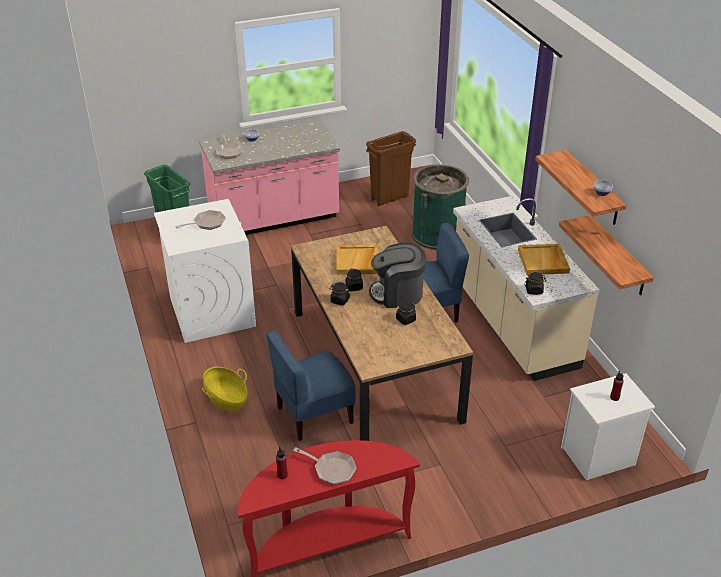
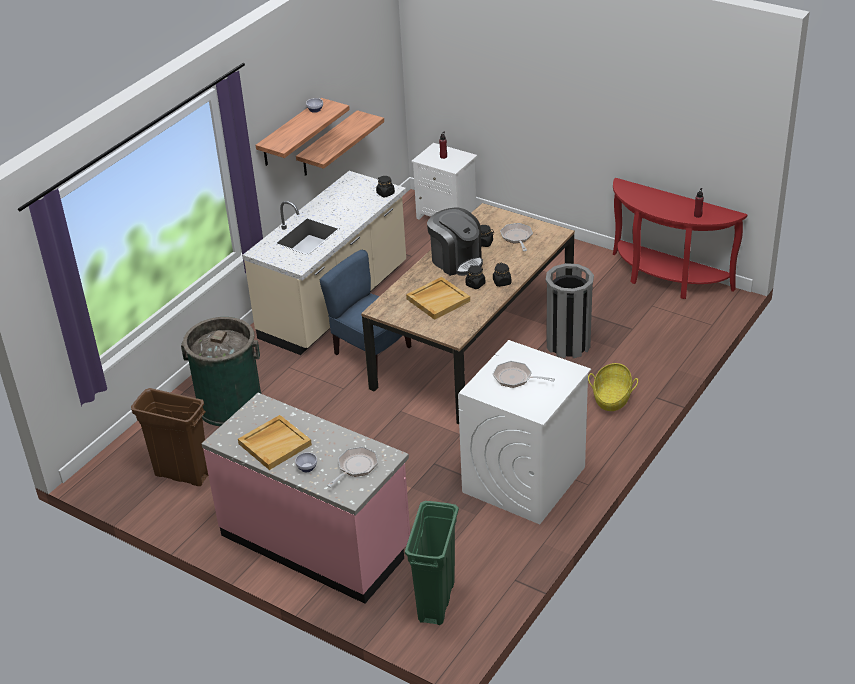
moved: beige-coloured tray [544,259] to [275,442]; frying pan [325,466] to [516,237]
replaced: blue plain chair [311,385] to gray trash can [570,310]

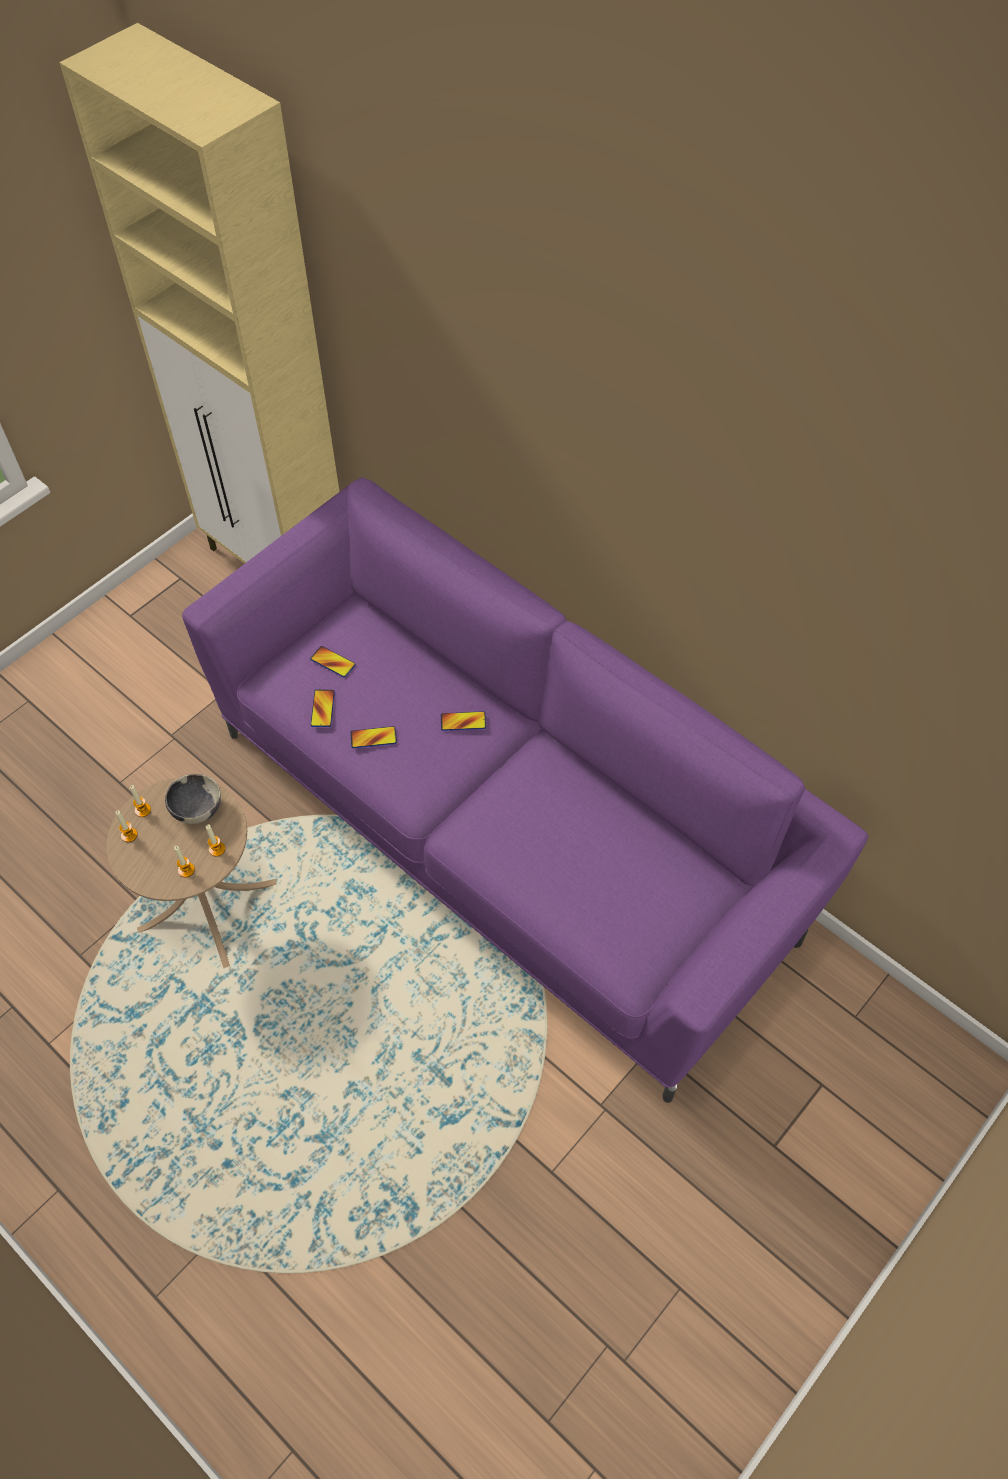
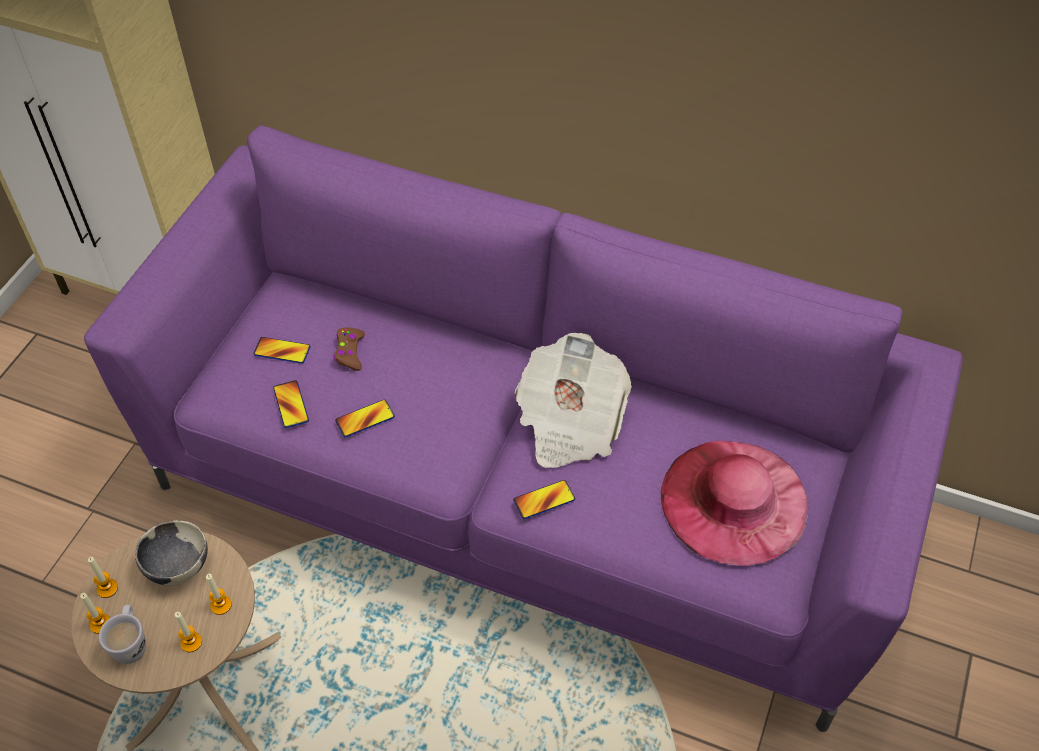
added: whitish mug [122,634]; brownish gamepad [349,349]; newspaper [573,400]; pinkish wearable hat [735,503]
moved: phone [463,721] to [544,499]

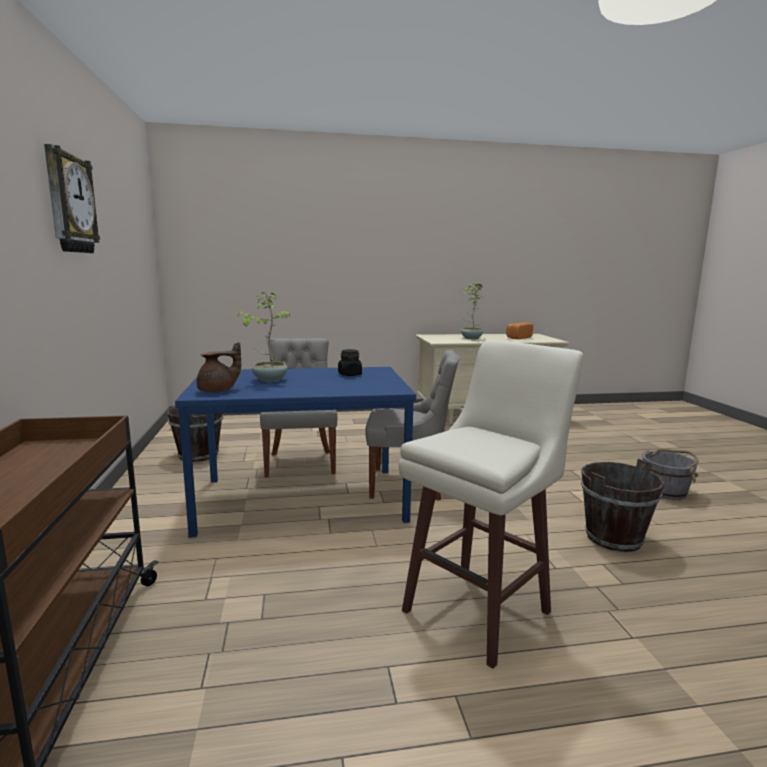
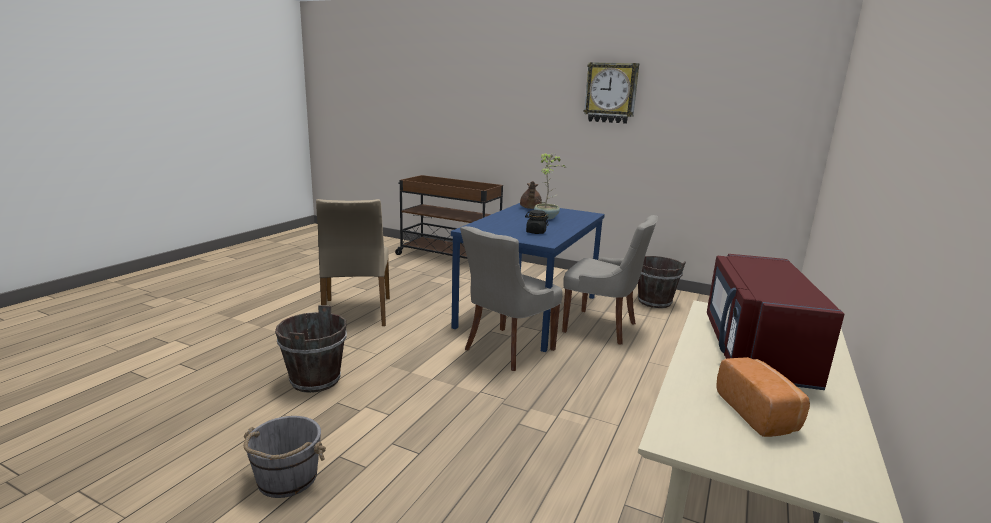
replaced: beige-coloured sitting stool [491,504] to beige-coloured plain chair [353,262]; plant in a pot [472,311] to red-coloured microwave oven [776,322]

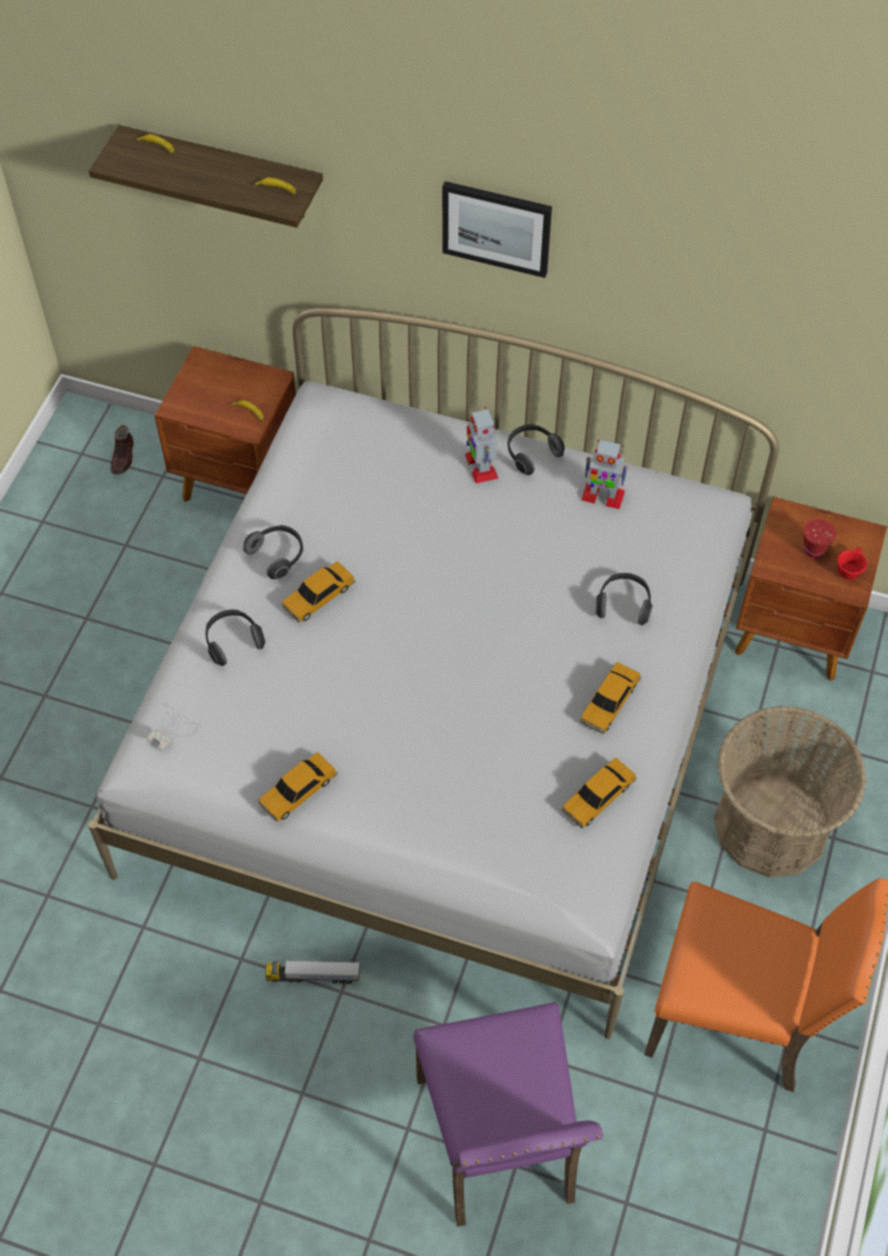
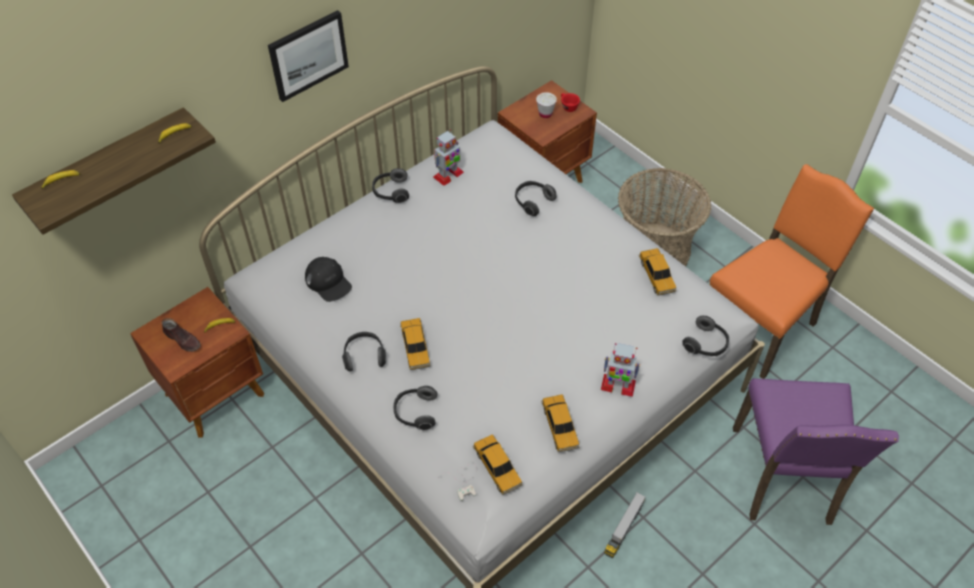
added: black-coloured baseball cap [328,279]; headset [705,336]
moved: brownish low shoe [122,449] to [181,335]; toy car [610,698] to [498,465]; toy robot [481,445] to [620,370]
recoloured: red-coloured small cup [820,538] to whitish small cup [546,105]
turned: purplish plain chair [508,1114] = [816,451] 75 degrees clockwise

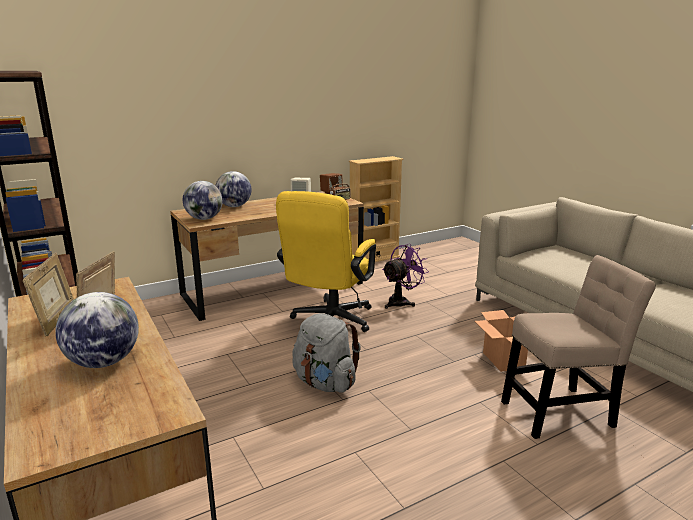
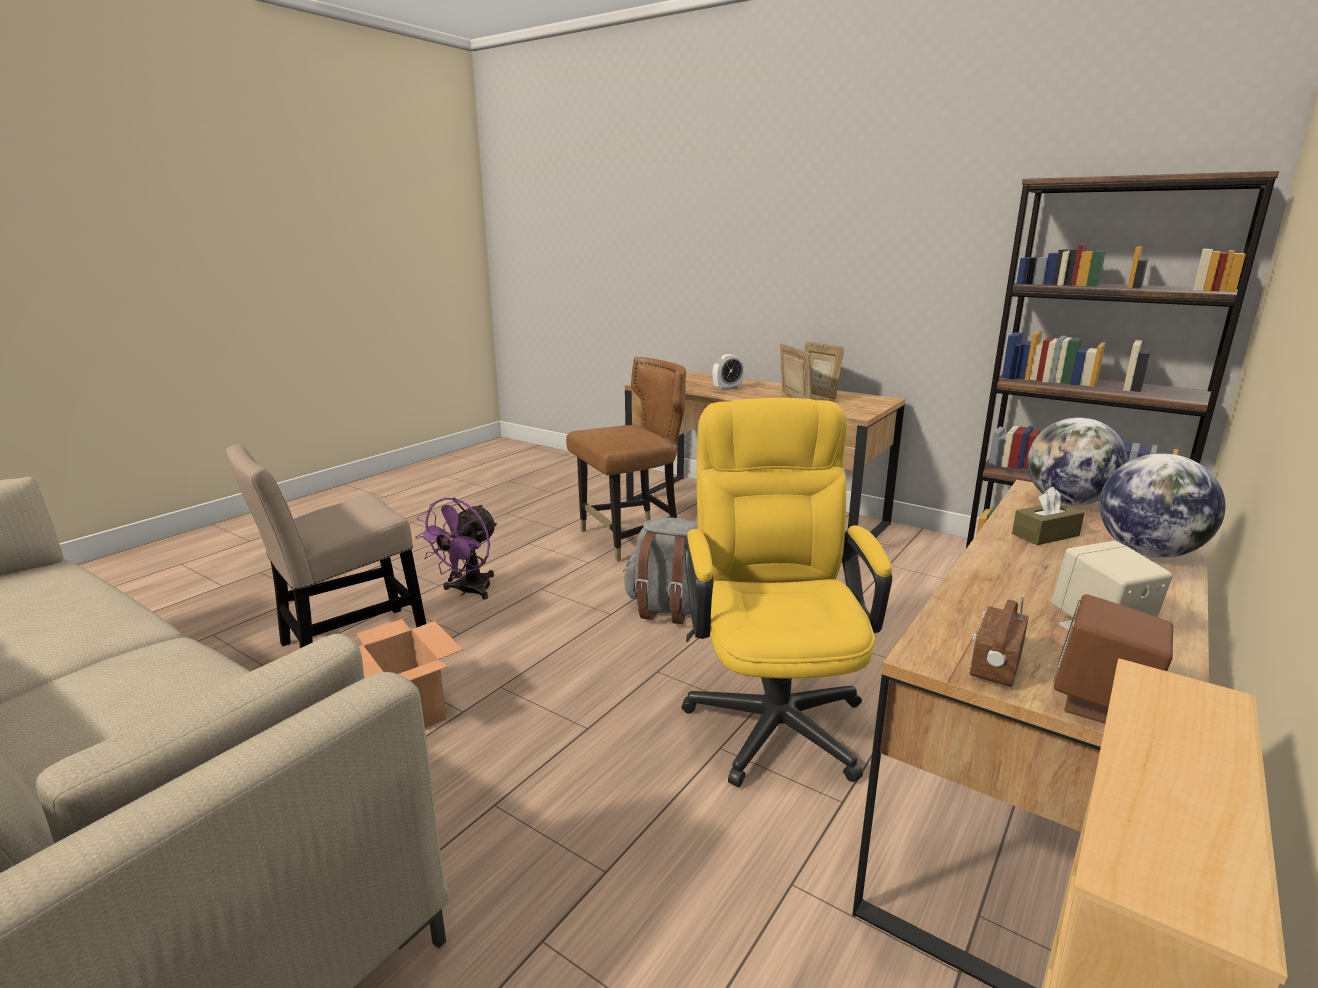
added: brownish plain chair [626,459]; brownish tissue holder [1048,516]
moved: purplish fan [405,276] to [456,549]
replaced: desk globe [97,330] to table clock [728,372]

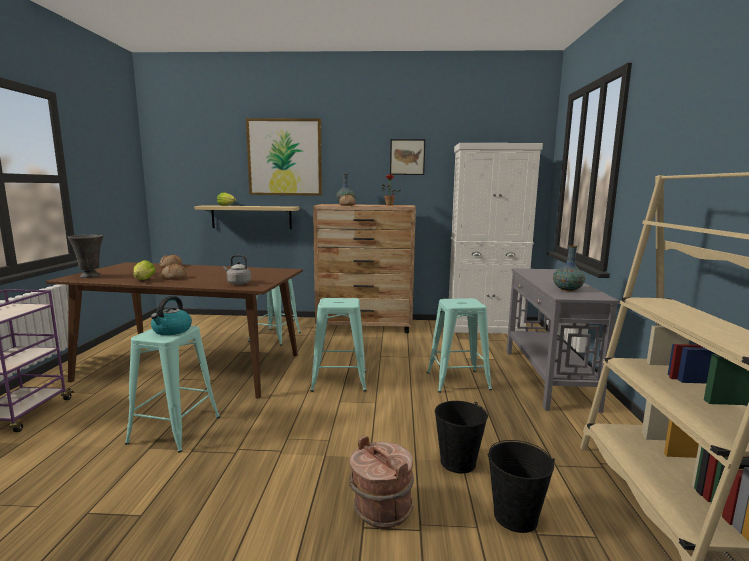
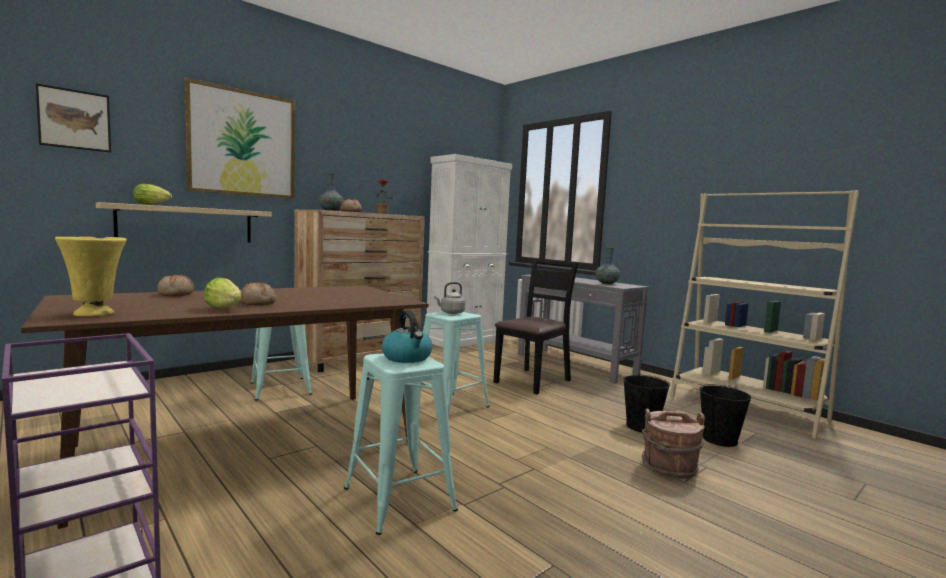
moved: picture [407,157] to [73,118]; gray tea kettle [237,270] to [450,298]
replaced: turquoise-coloured sitting stool [459,345] to black-coloured plain chair [536,326]
recoloured: gray vase [85,256] to yellow vase [91,277]

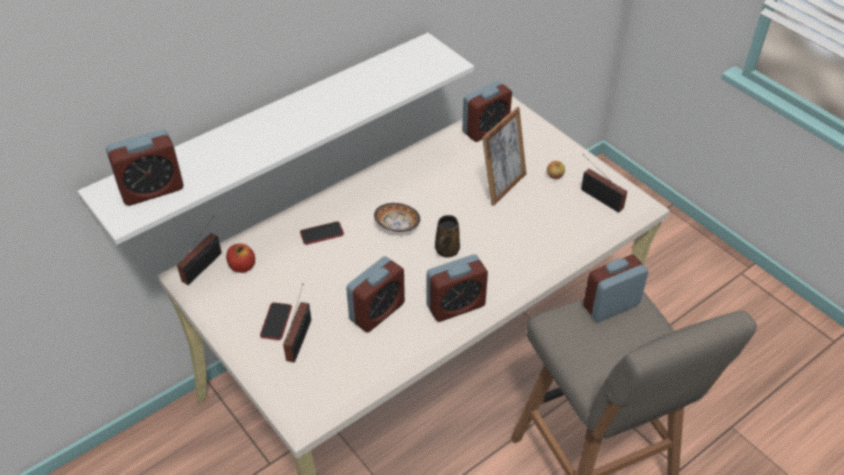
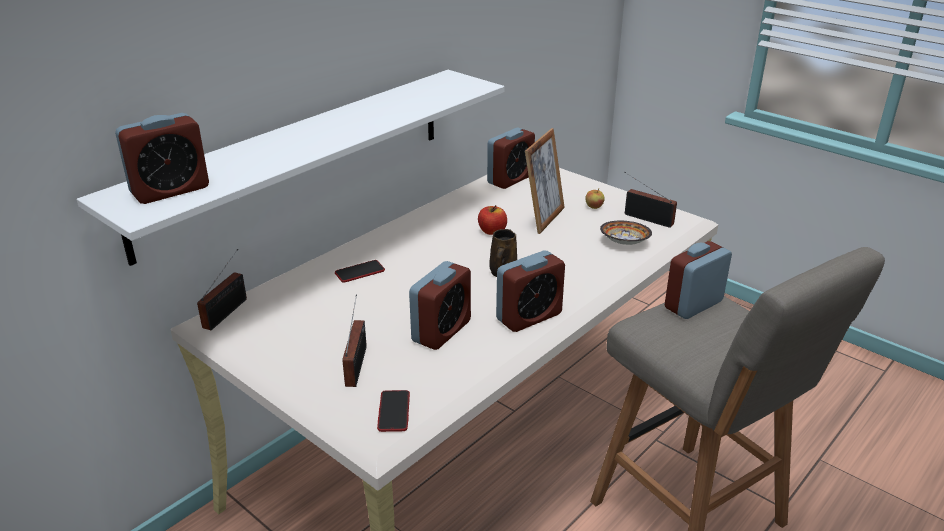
moved: phone [276,321] to [393,411]; apple fruit [240,258] to [492,220]; deep dish [397,217] to [626,233]

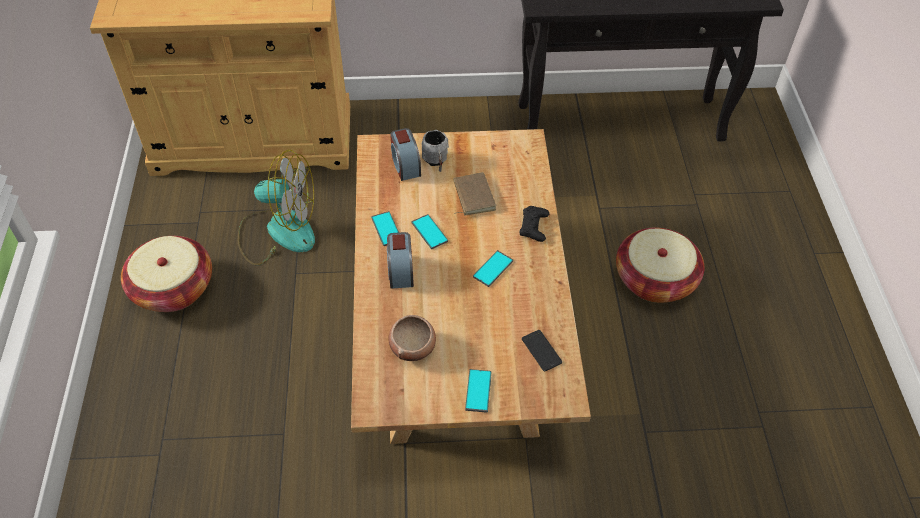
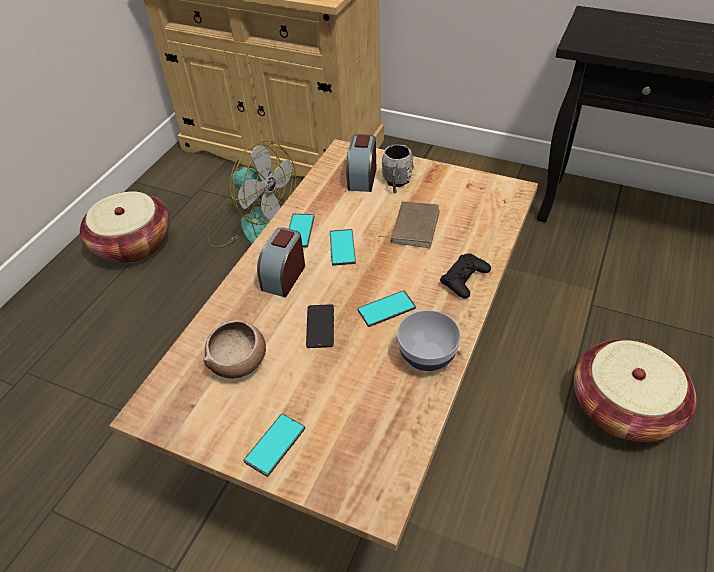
added: deep dish [429,340]
moved: phone [542,350] to [320,326]

